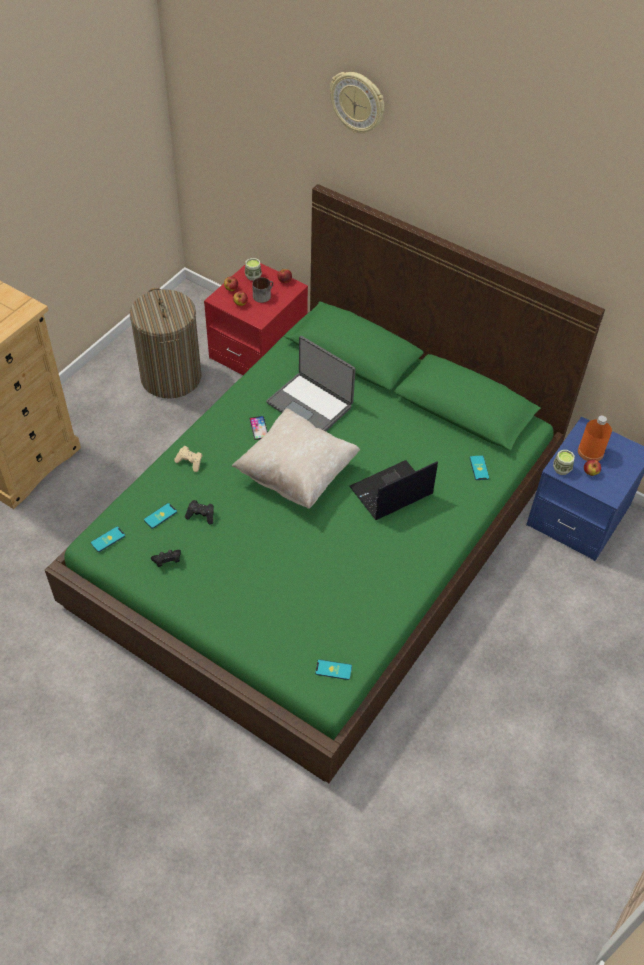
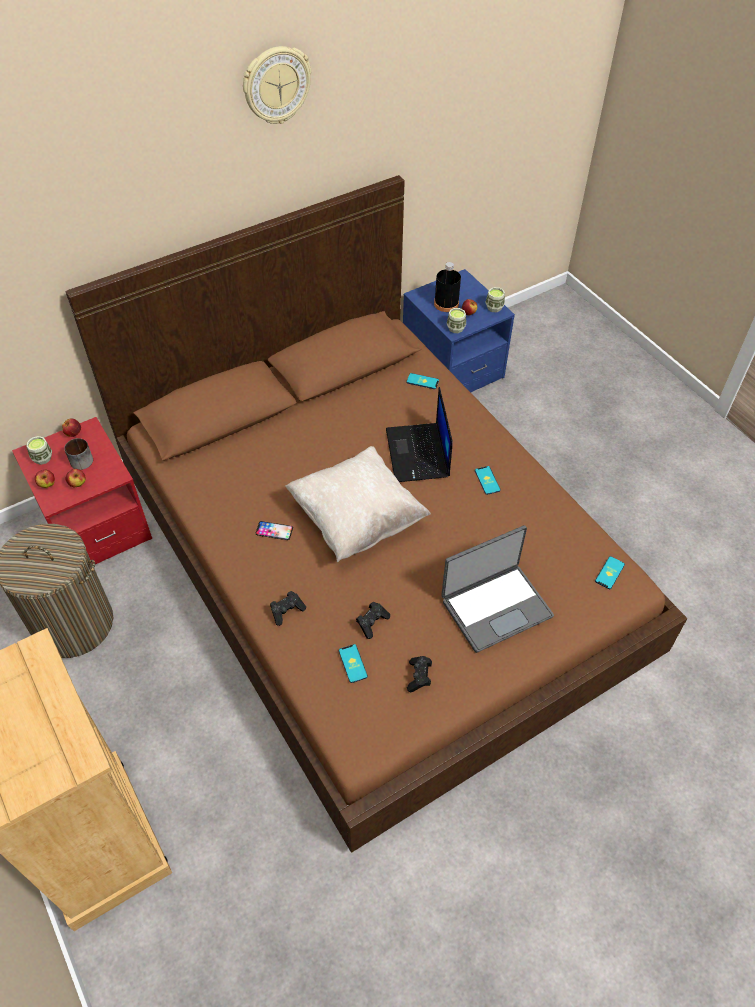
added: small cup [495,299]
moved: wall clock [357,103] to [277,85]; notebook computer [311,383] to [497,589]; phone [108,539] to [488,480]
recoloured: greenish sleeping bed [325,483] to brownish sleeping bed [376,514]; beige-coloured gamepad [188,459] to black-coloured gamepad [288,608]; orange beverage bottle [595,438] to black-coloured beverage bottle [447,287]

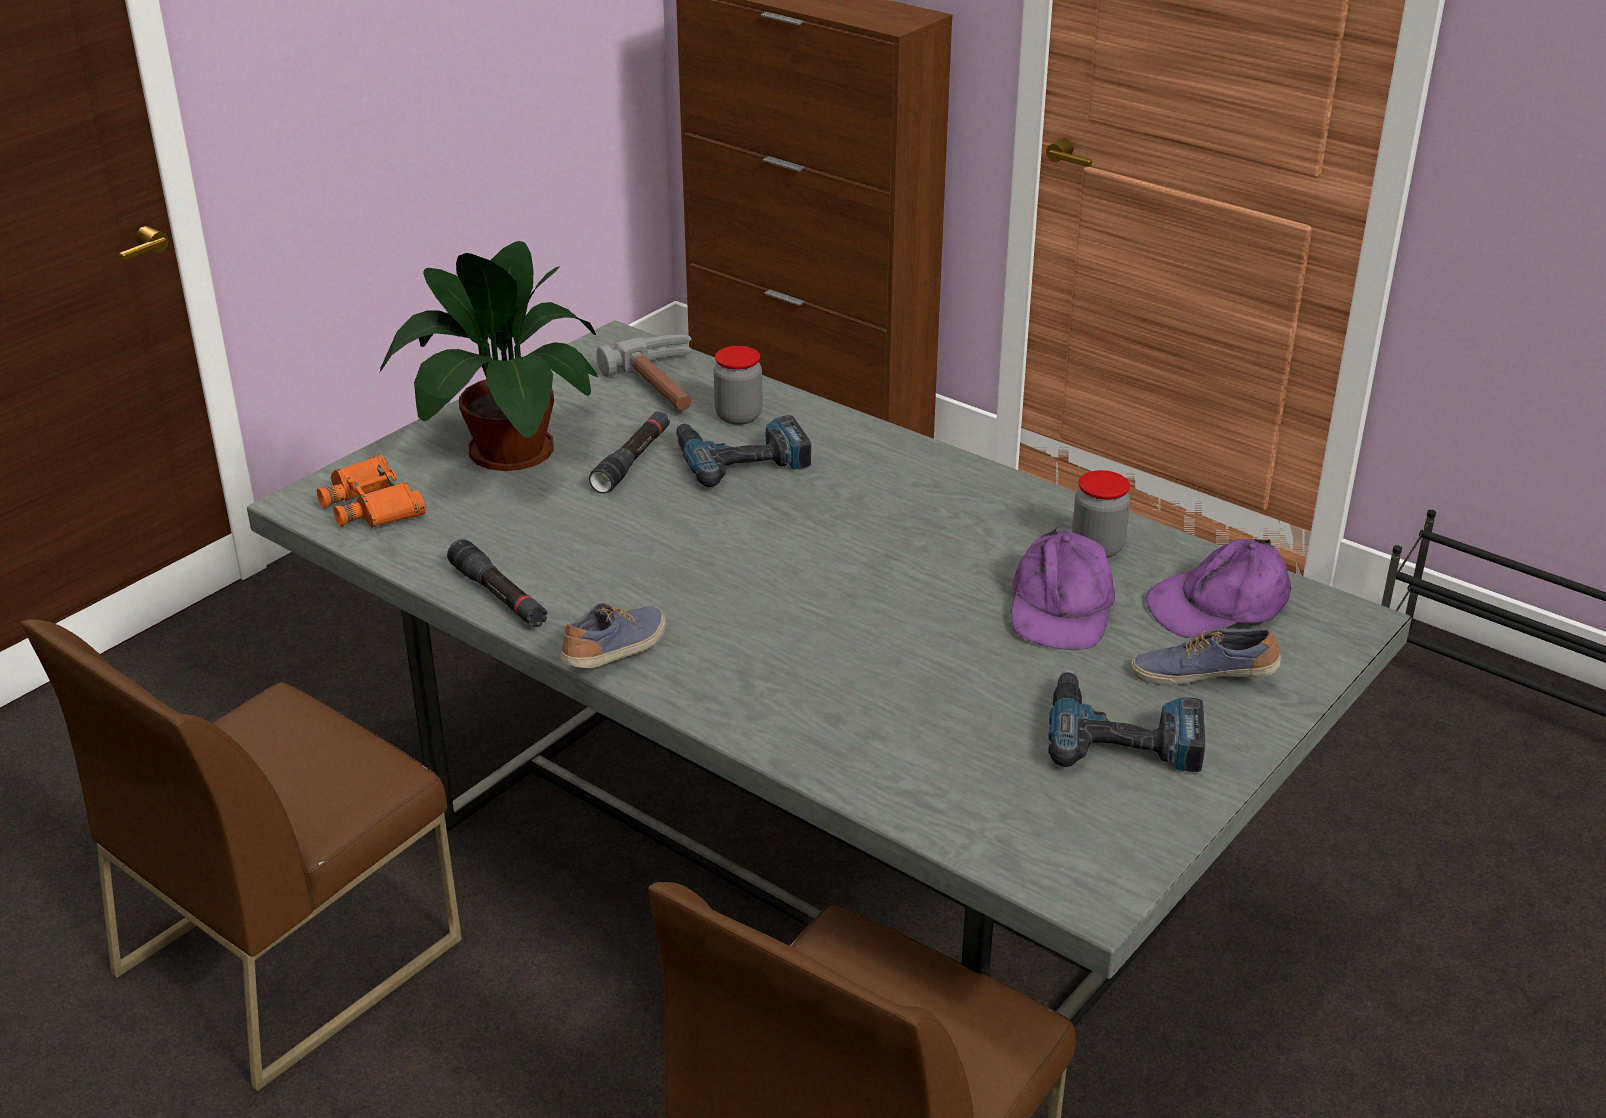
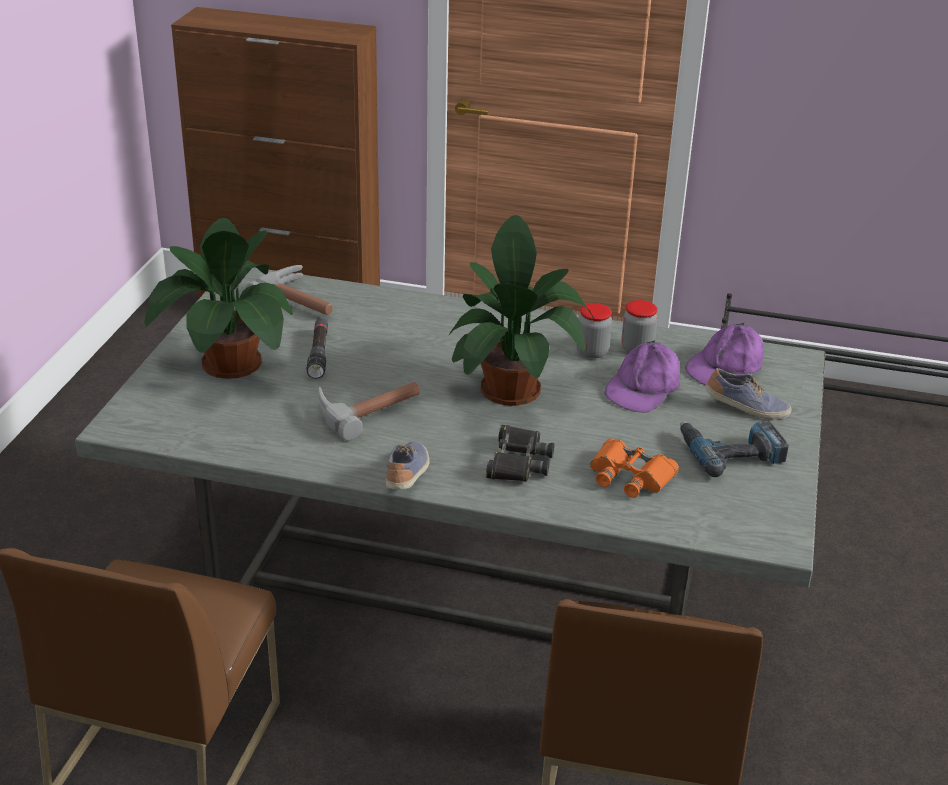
removed: black-coloured hand torch [497,583]; drill [743,451]
added: hammer [369,411]; plant in a pot [522,310]; black-coloured pair of binoculars [520,453]
moved: storage jar [738,385] to [594,331]; orange pair of binoculars [371,491] to [634,468]
turned: purplish baseball cap [1063,588] = [642,376] 45 degrees clockwise; low shoe [1206,657] = [749,394] 150 degrees counterclockwise

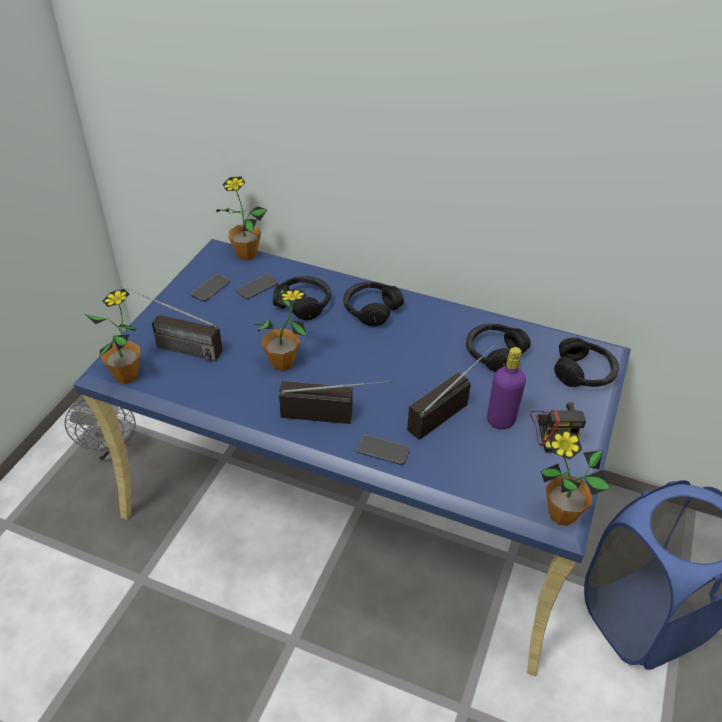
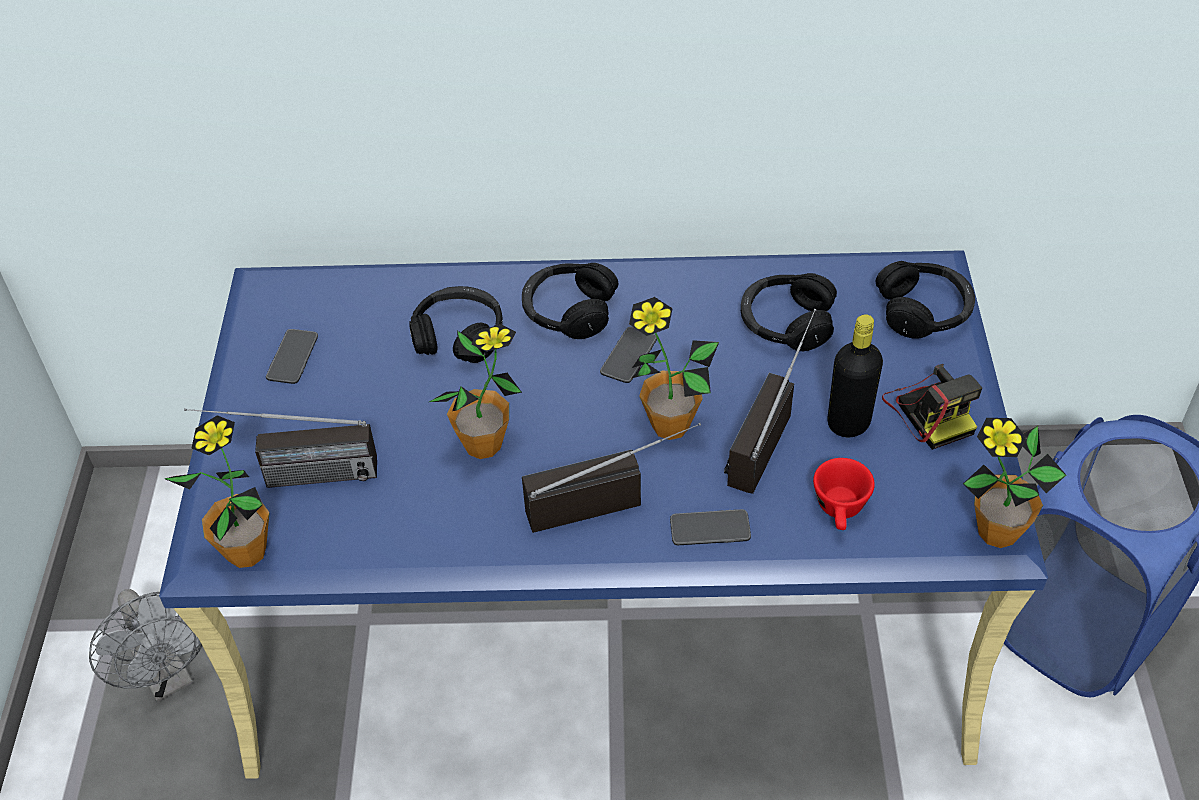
added: red-coloured small cup [844,494]
moved: phone [257,286] to [628,355]; plant in a pot [242,218] to [674,368]
recoloured: purplish beverage bottle [506,388] to black-coloured beverage bottle [855,375]

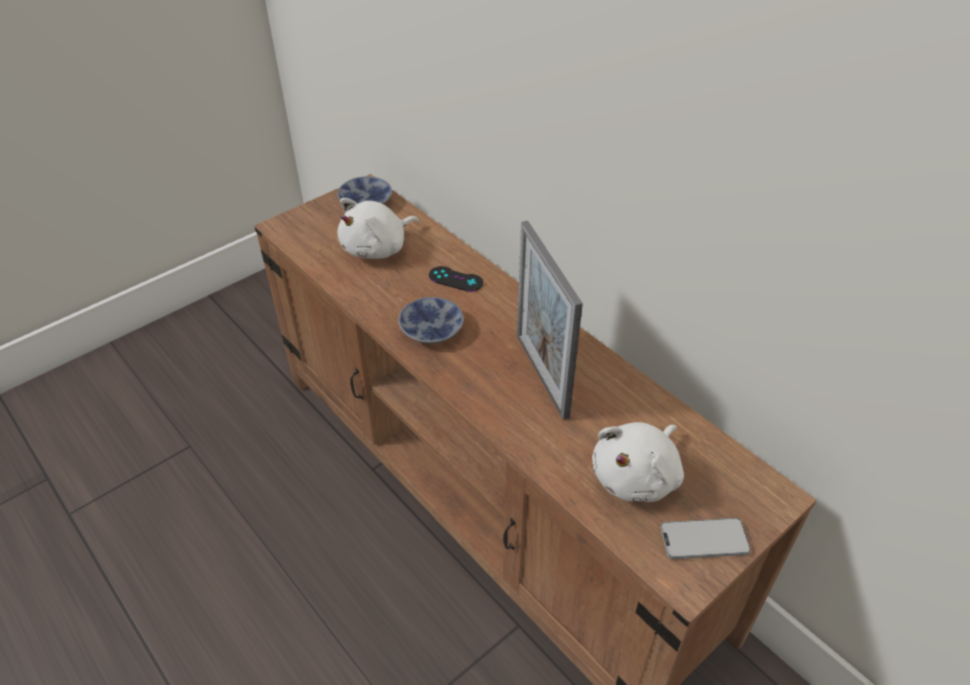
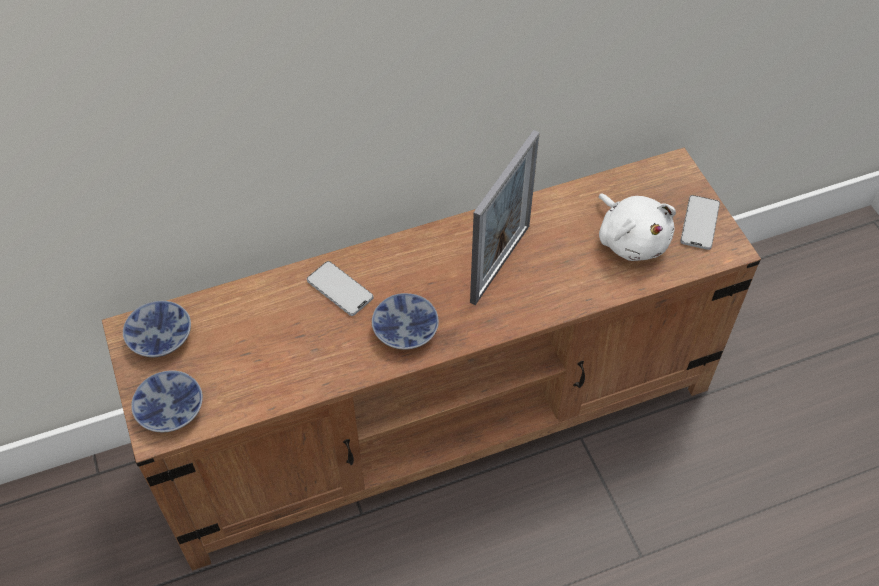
removed: whitish soft toy [378,228]
added: deep dish [167,401]
replaced: black-coloured gamepad [456,279] to phone [340,288]
turned: picture frame [550,320] = [505,217] 60 degrees counterclockwise

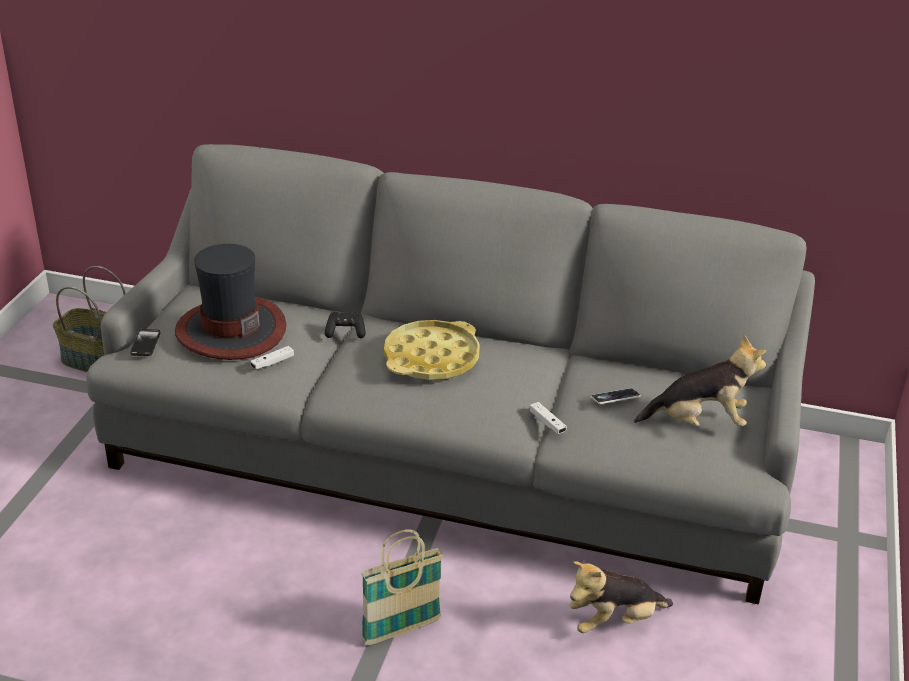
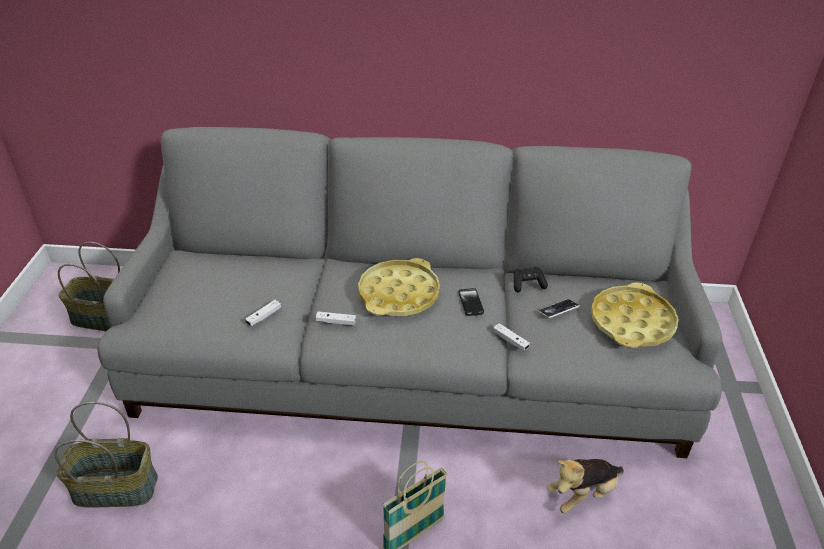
removed: wearable hat [230,302]
added: basket [106,454]; whitish gamepad [335,319]
moved: phone [145,342] to [471,302]; black-coloured gamepad [345,325] to [531,279]
replaced: soft toy [700,380] to yellow tray [635,315]

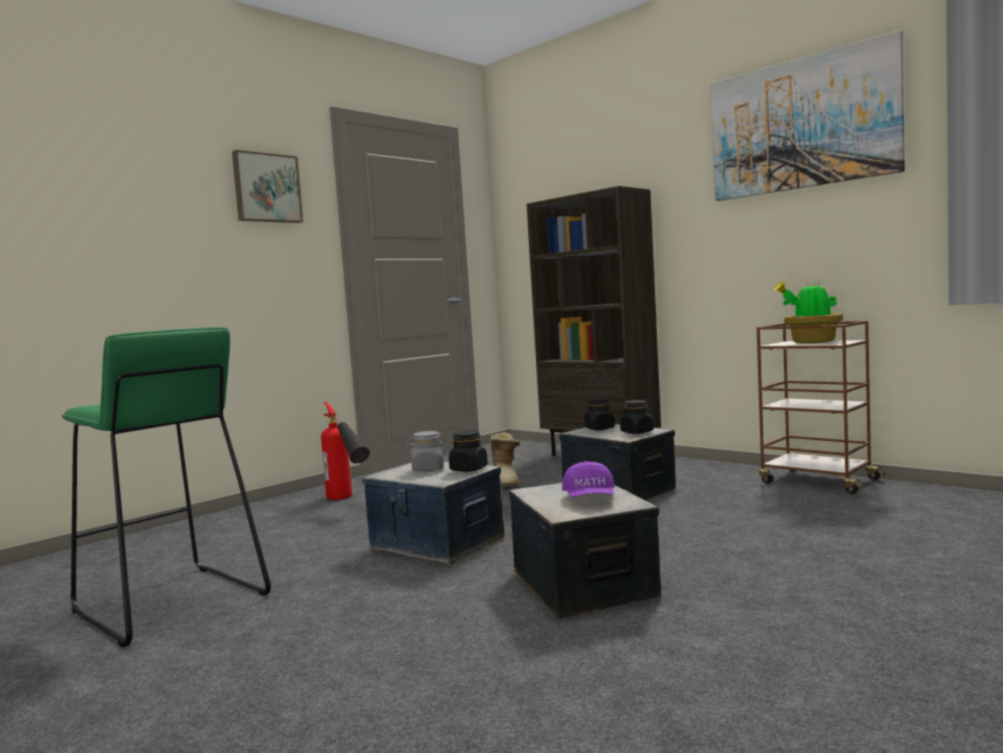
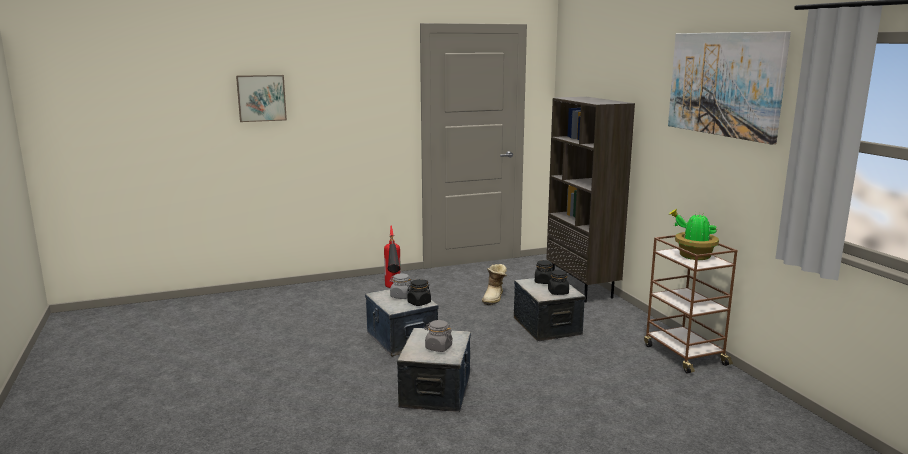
removed: greenish sitting stool [166,487]
moved: picture [267,186] to [261,98]
replaced: purplish baseball cap [588,479] to gray storage jar [438,336]

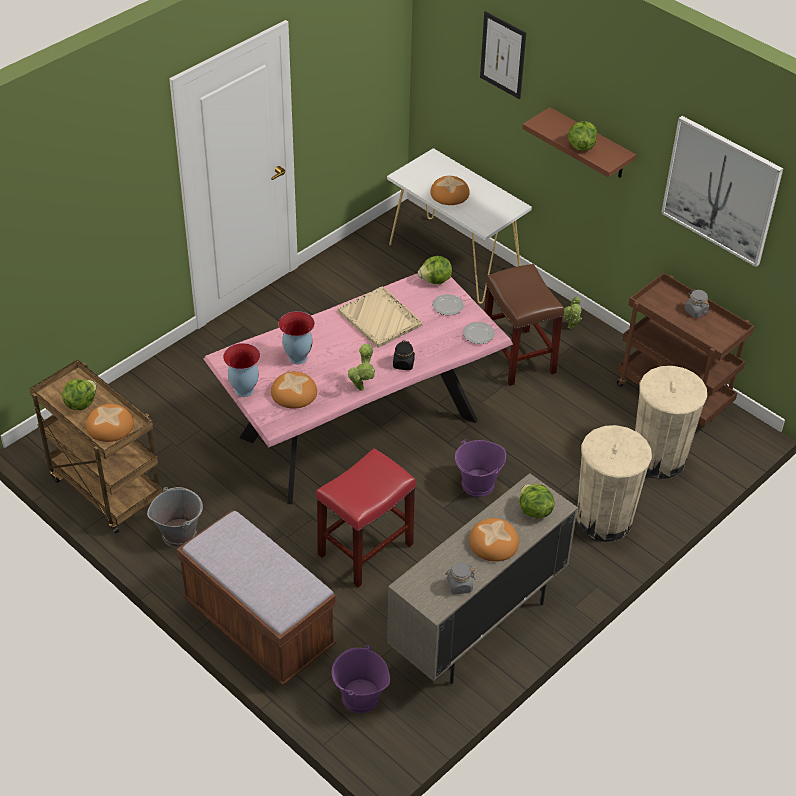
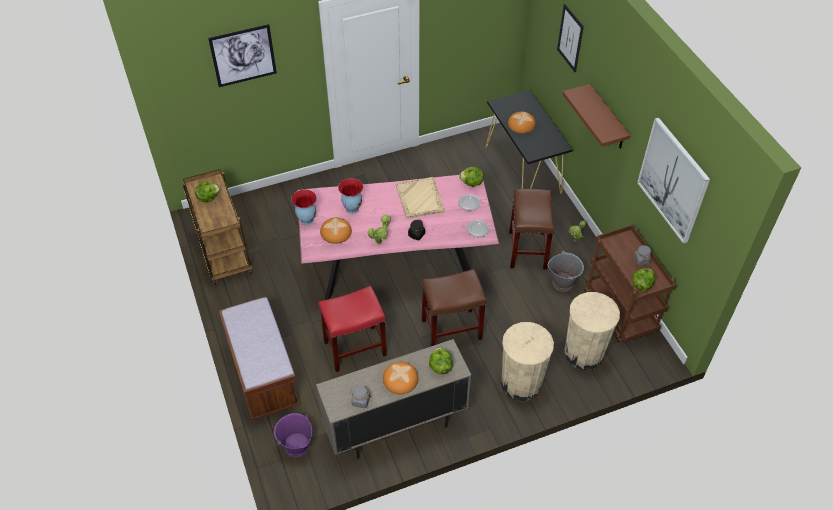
removed: bread [110,423]
added: picture [242,55]
moved: gray water bucket [175,517] to [566,271]; lettuce [582,136] to [644,279]
replaced: purplish water bucket [480,468] to brownish sitting stool [454,308]
recoloured: whitish narrow table [459,226] to black-coloured narrow table [529,142]

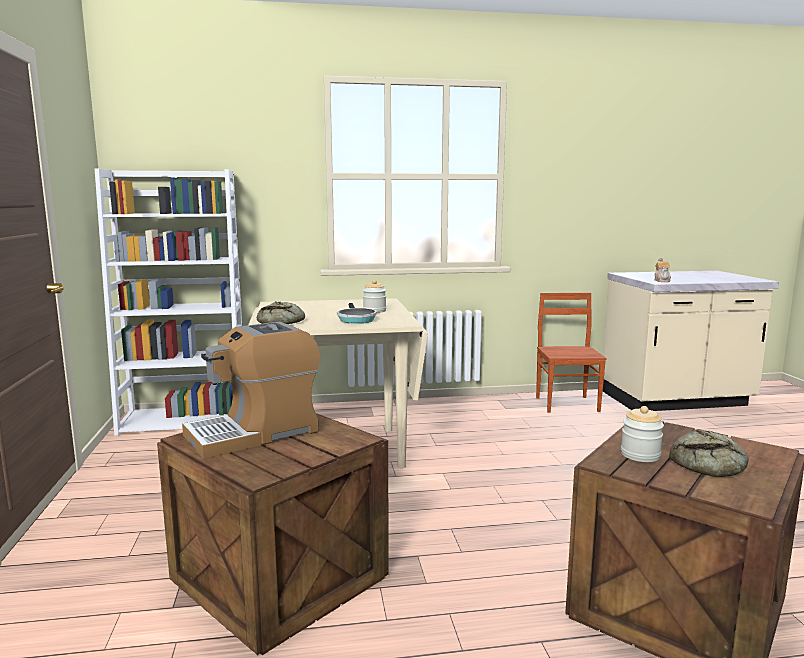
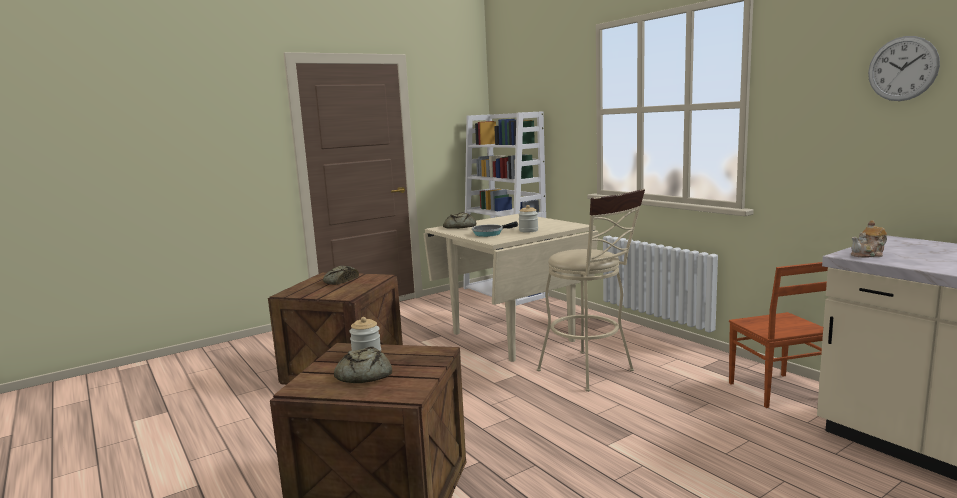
added: beige-coloured sitting stool [591,290]; wall clock [904,68]
replaced: coffee machine [251,390] to bread [341,275]
turned: brownish plain chair [571,353] = [778,335] 105 degrees clockwise

